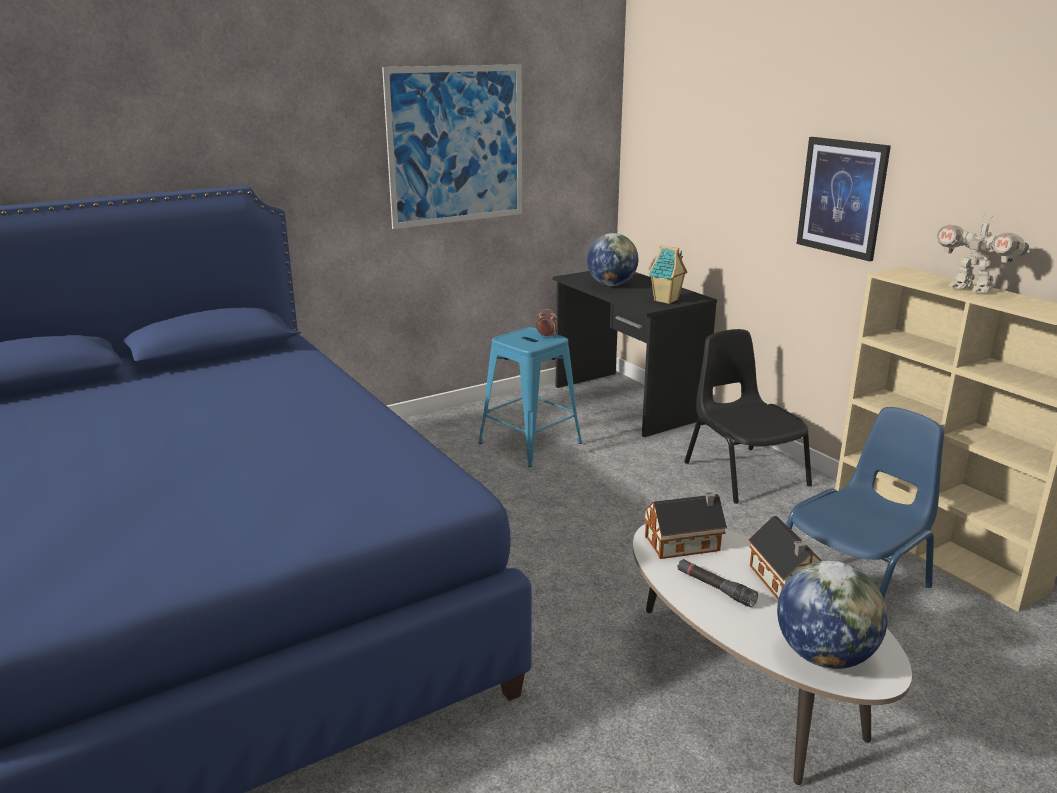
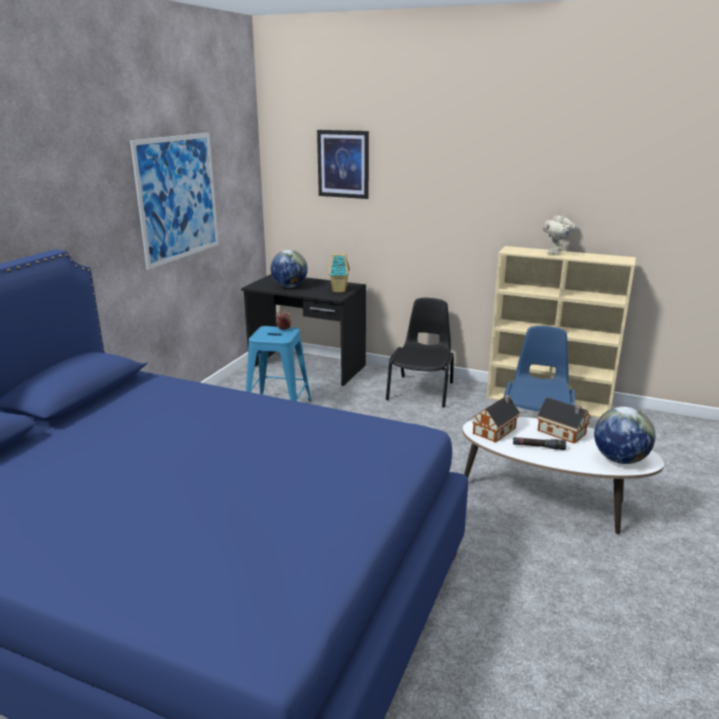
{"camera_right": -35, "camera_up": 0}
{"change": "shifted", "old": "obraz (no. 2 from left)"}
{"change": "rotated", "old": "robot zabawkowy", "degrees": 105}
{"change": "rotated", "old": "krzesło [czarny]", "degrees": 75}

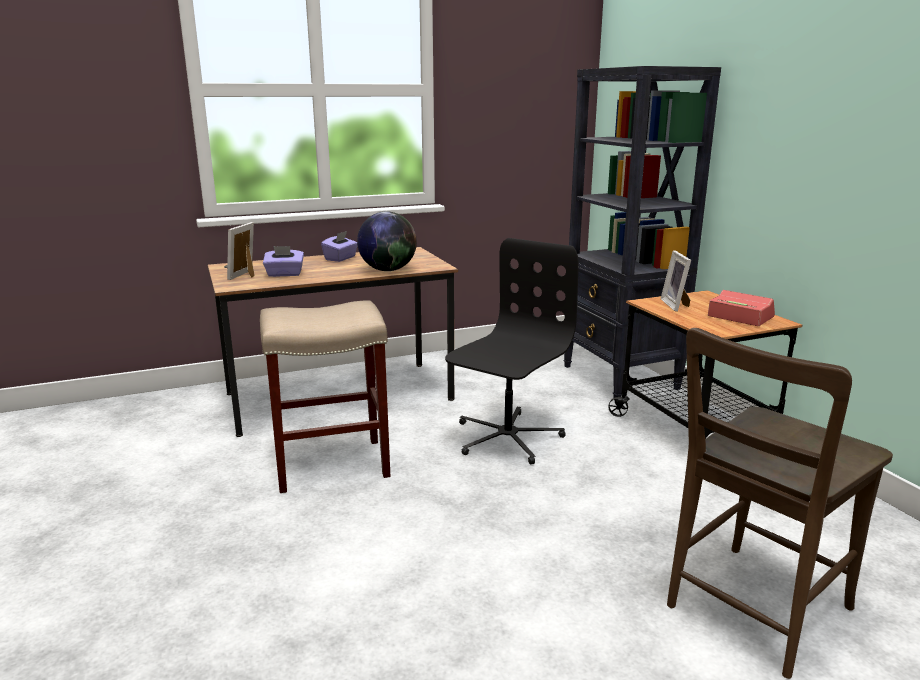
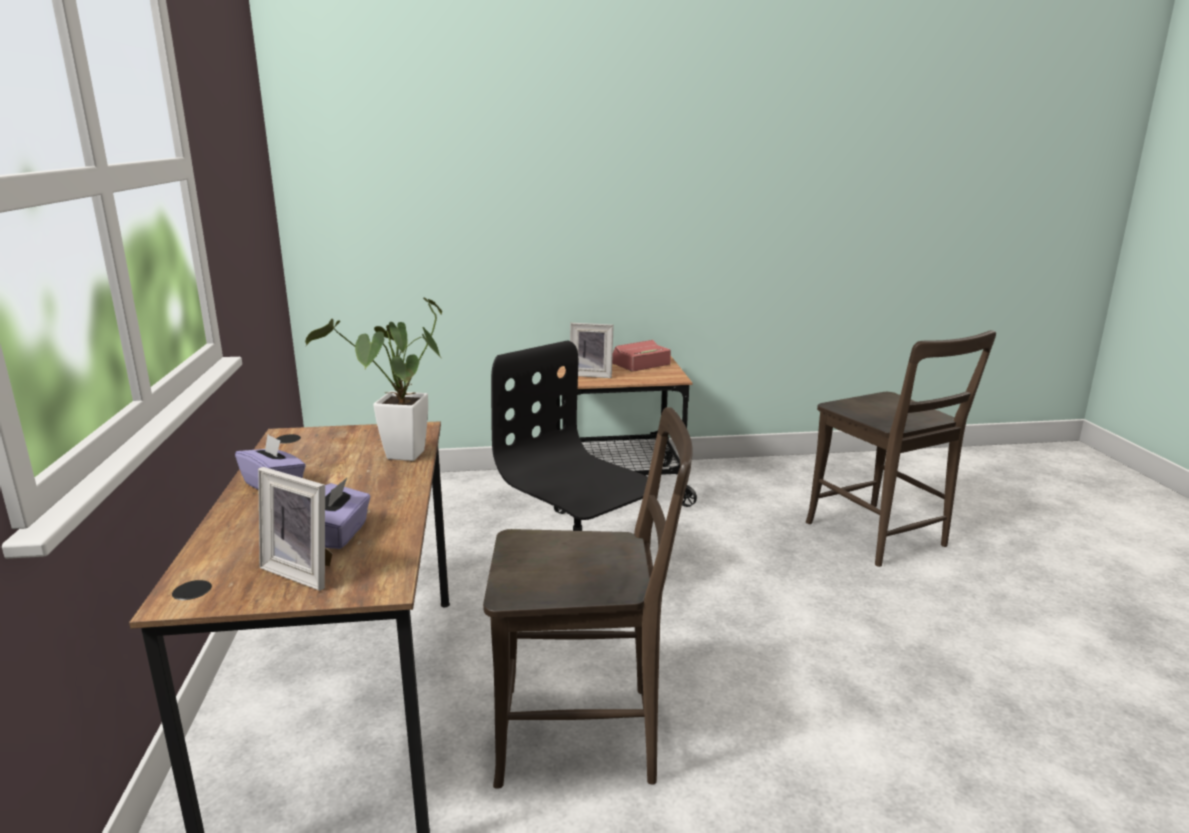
{"camera_right": -75, "camera_up": 0}
{"change": "gone", "old": "regał [czarny]"}
{"change": "swapped", "old": "globus", "new": "roślina doniczkowa"}
{"change": "swapped", "old": "stołek [beżowy]", "new": "krzesło [brązowy] (no. 1 from left)"}

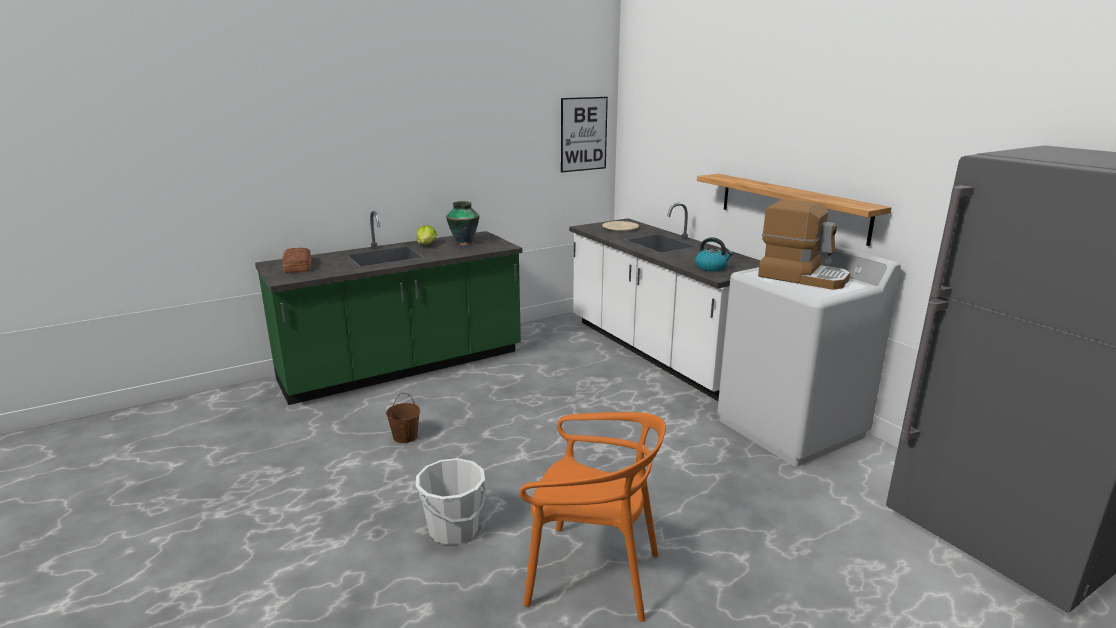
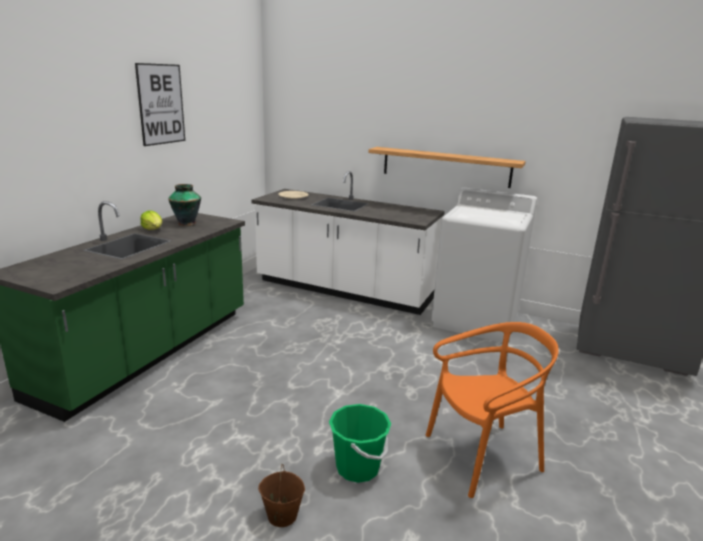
{"camera_right": -35, "camera_up": 0}
{"change": "shifted", "old": "obraz"}
{"change": "gone", "old": "ekspres do kawy"}
{"change": "gone", "old": "czajnik"}
{"change": "gone", "old": "chleb"}
{"change": "shifted", "old": "wiadro [brązowy]"}
{"change": "repainted", "old": "wiadro [biały]", "new": "wiadro [zielony]"}

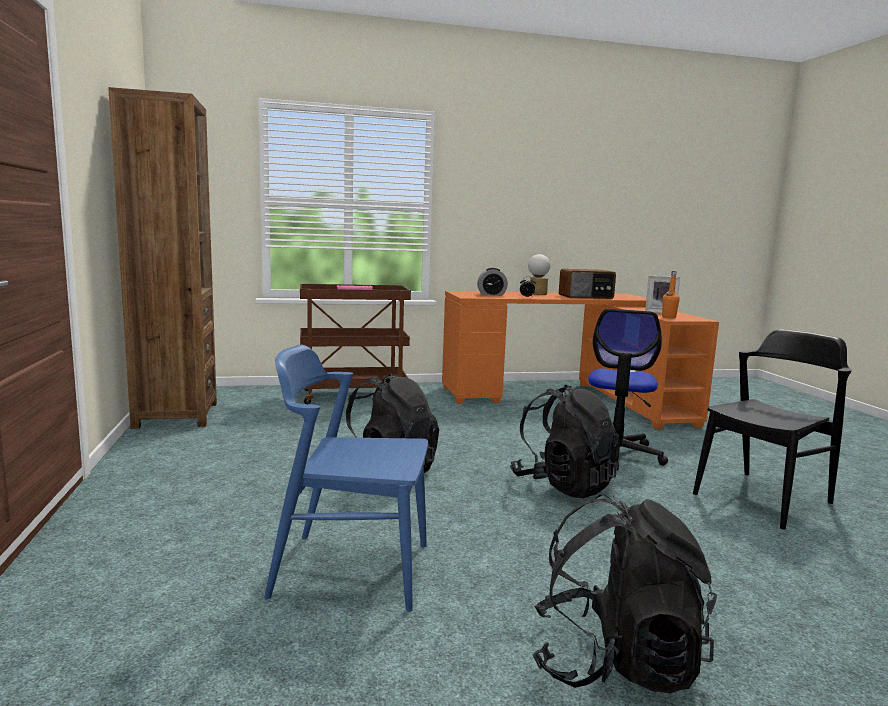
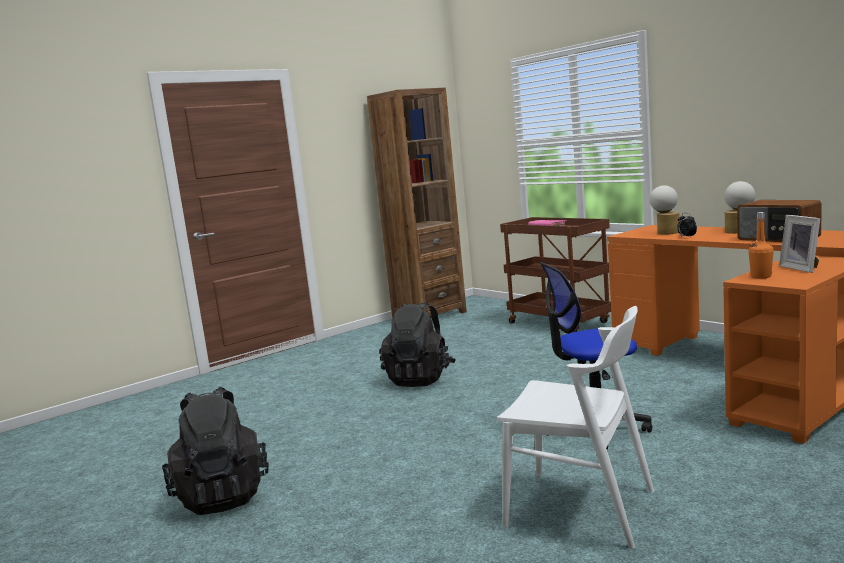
{"camera_right": 65, "camera_up": 0}
{"change": "swapped", "old": "budzik (no. 1 from left)", "new": "lampa stołowa (no. 1 from left)"}
{"change": "repainted", "old": "krzesło [czarny]", "new": "krzesło [biały]"}
{"change": "gone", "old": "krzesło [niebieski]"}
{"change": "gone", "old": "plecak [czarny] (no. 2 from left)"}

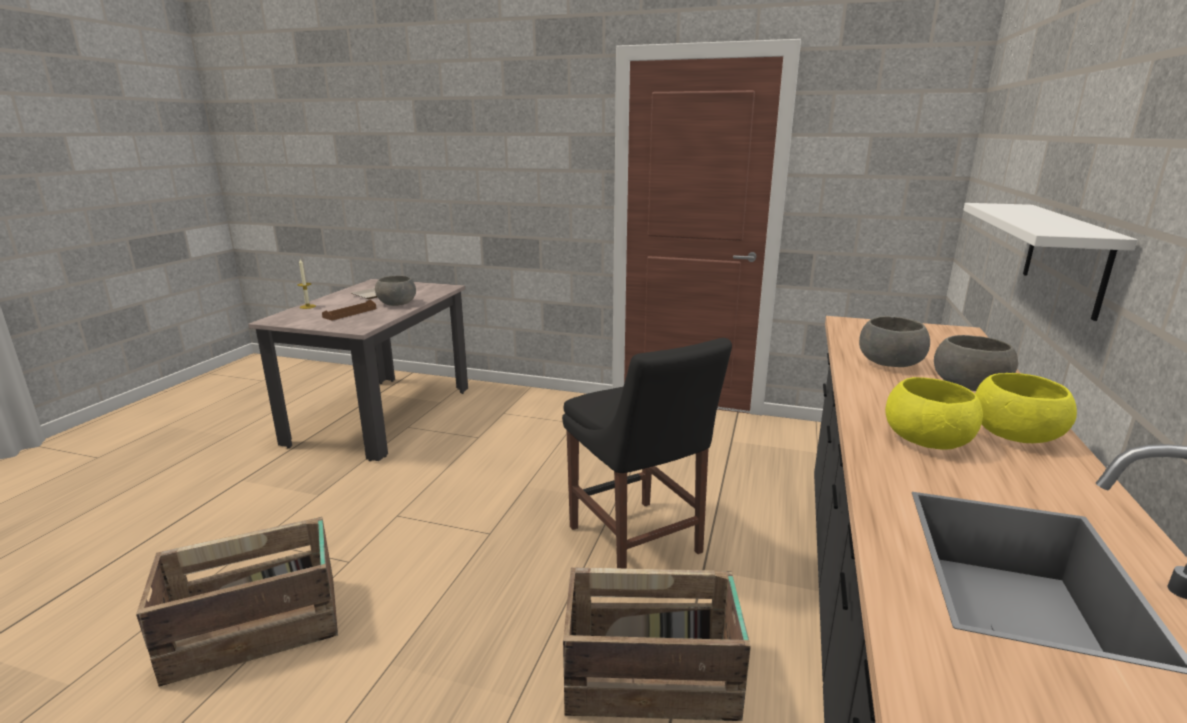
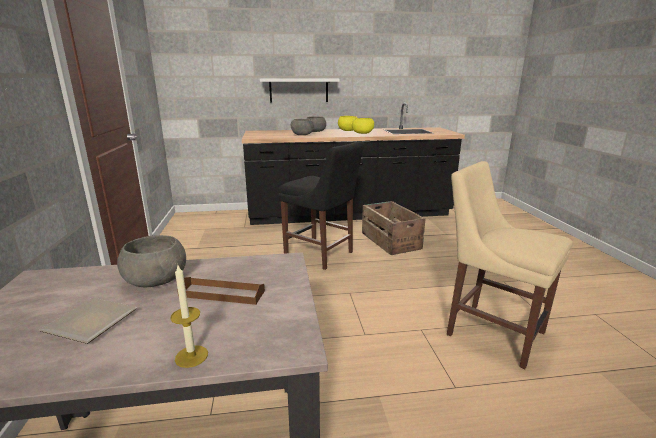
{"camera_right": -115, "camera_up": 0}
{"change": "rotated", "old": "krzesło [czarny]", "degrees": 90}
{"change": "swapped", "old": "skrzynka (no. 1 from left)", "new": "krzesło [beżowy]"}

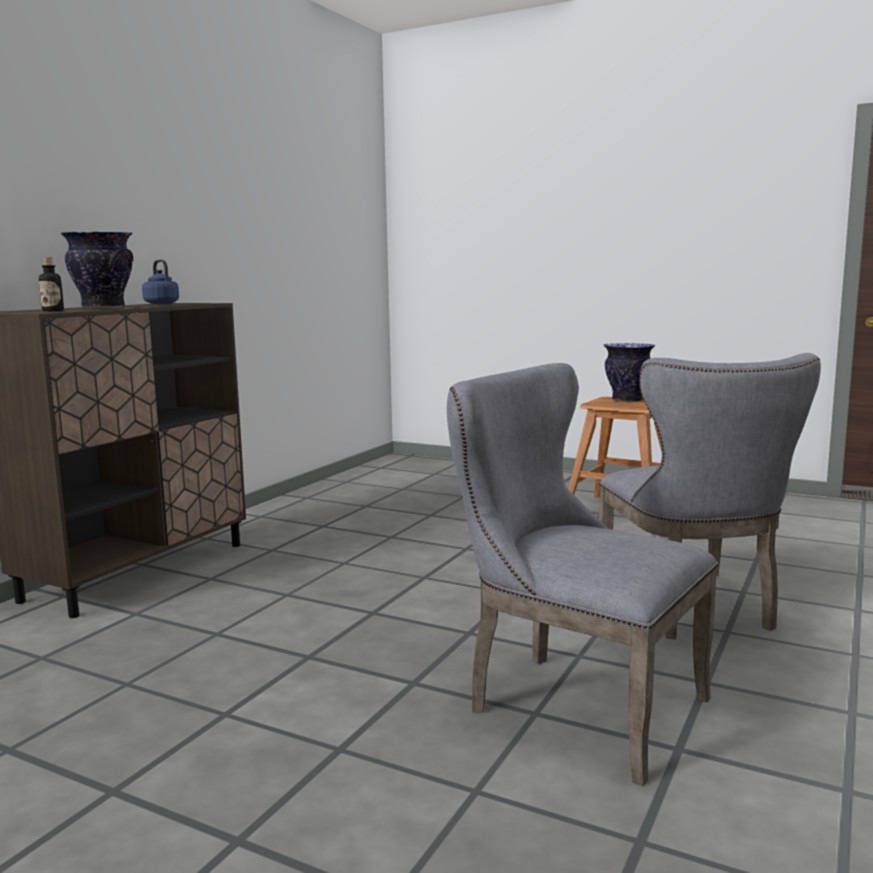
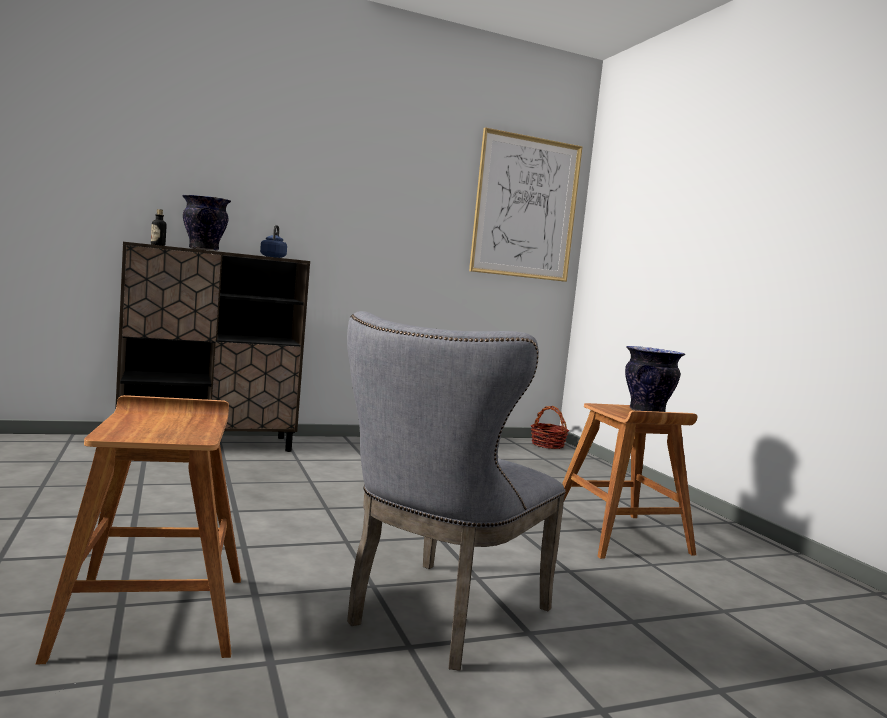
{"camera_right": 40, "camera_up": -5}
{"change": "swapped", "old": "krzesło [szary] (no. 1 from left)", "new": "stołek [brązowy] (no. 1 from left)"}
{"change": "new", "new": "obraz"}
{"change": "new", "new": "koszyk"}

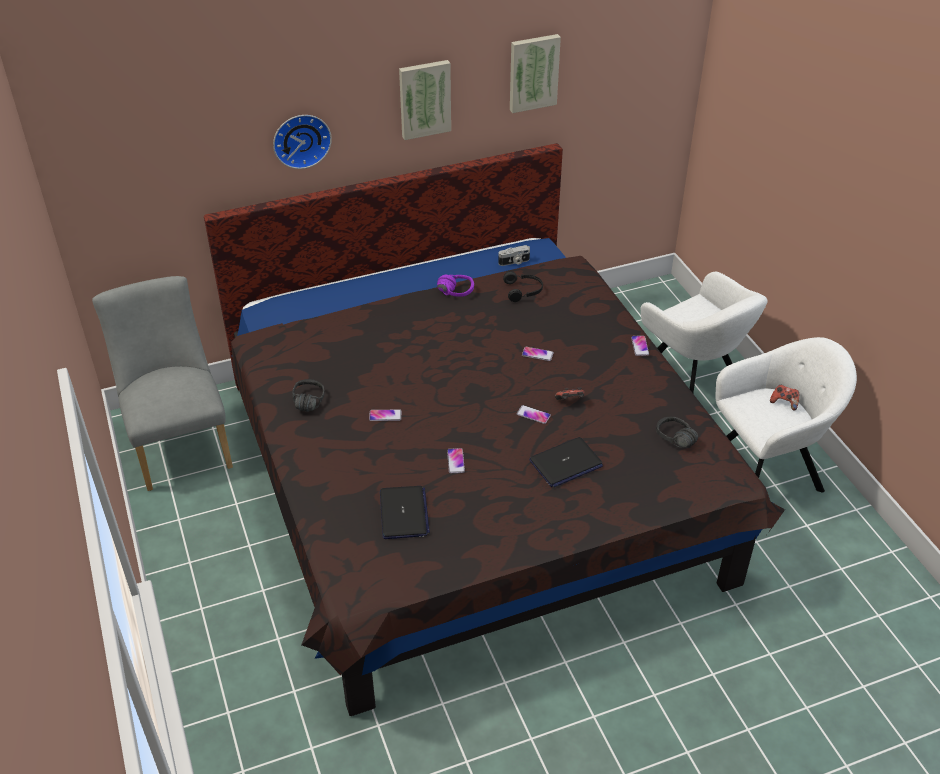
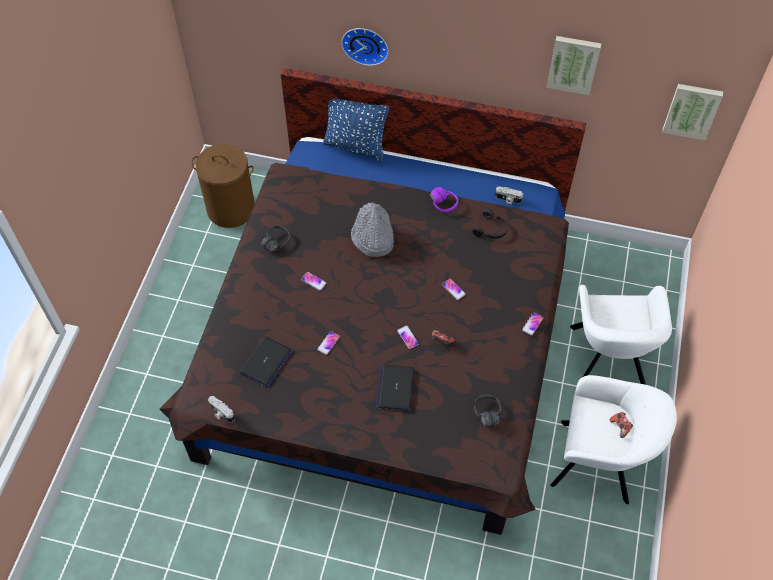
{"camera_right": 35, "camera_up": 15}
{"change": "shifted", "old": "obraz (no. 1 from left in the first image)", "new": "obraz (no. 2 from left)"}
{"change": "swapped", "old": "krzesło [szary]", "new": "kosz na pranie [brązowy]"}
{"change": "rotated", "old": "laptop (no. 2 from left)", "degrees": 90}
{"change": "new", "new": "poduszka [niebieski]"}
{"change": "new", "new": "kapelusz [szary]"}
{"change": "new", "new": "aparat fotograficzny (no. 1 from left)"}

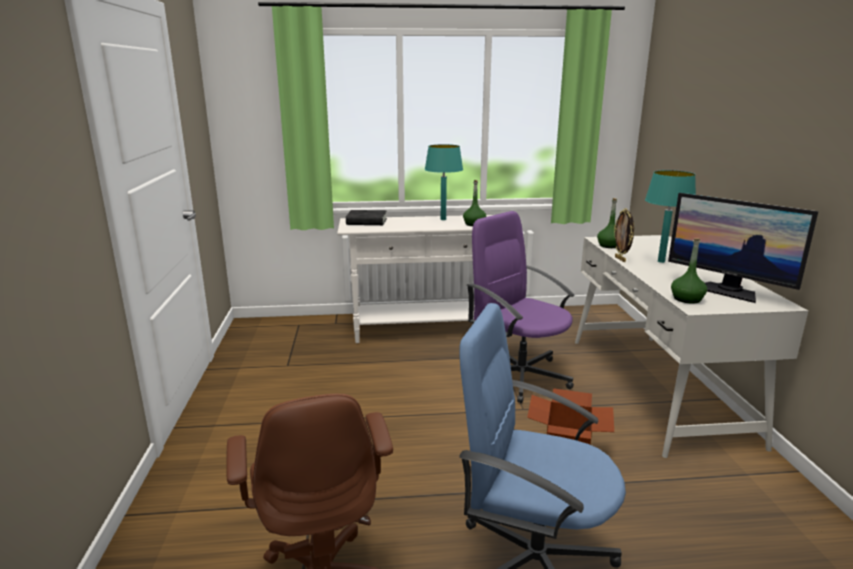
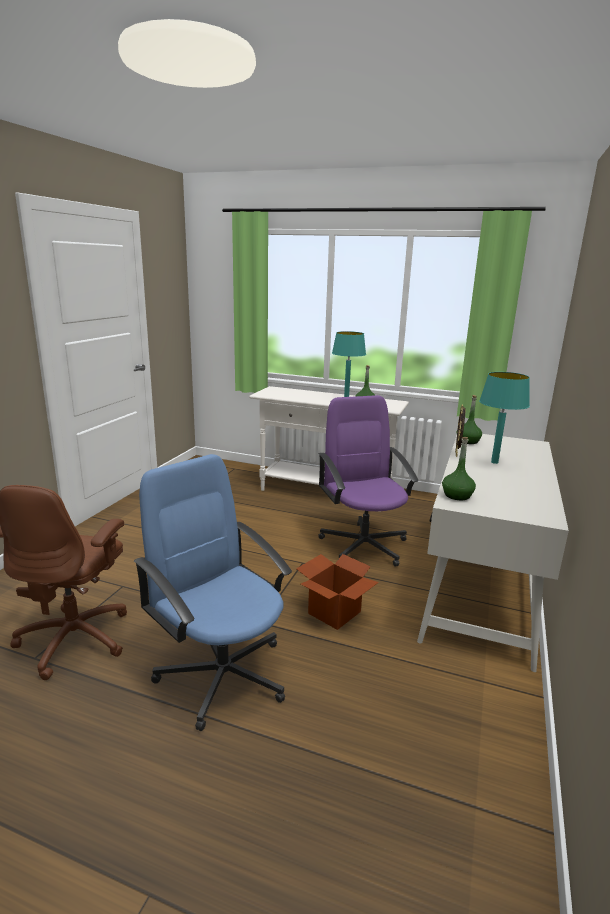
{"camera_right": 25, "camera_up": 0}
{"change": "gone", "old": "monitor"}
{"change": "gone", "old": "książka [czarny]"}

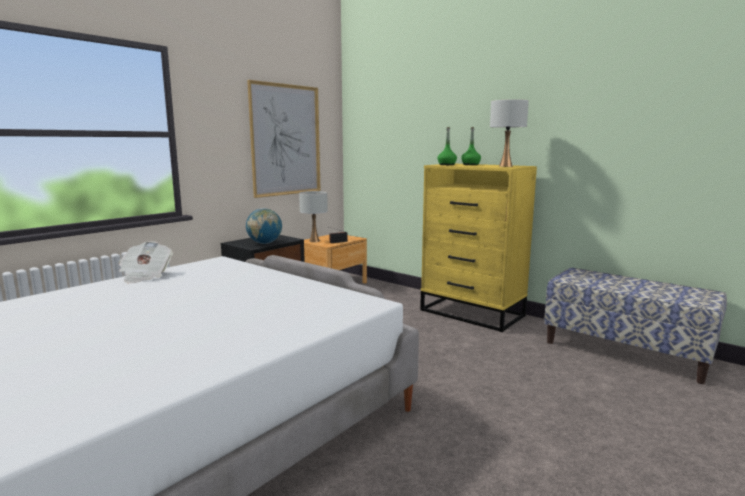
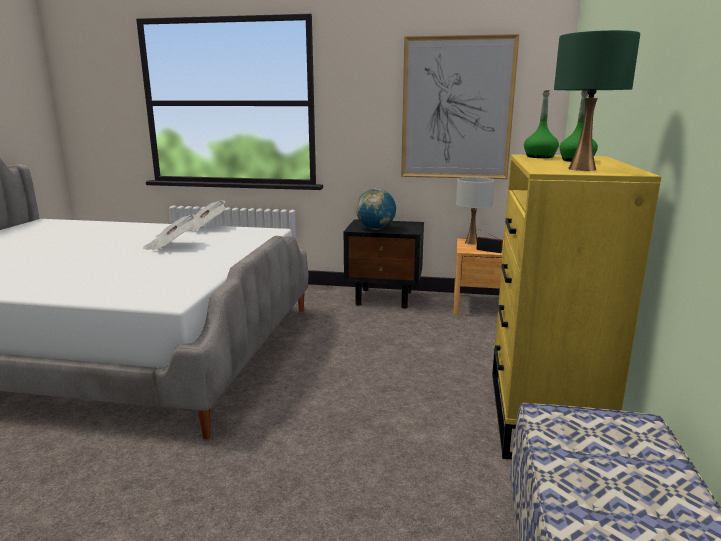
{"camera_right": 60, "camera_up": 5}
{"change": "repainted", "old": "lampa stołowa [biały] (no. 2 from left)", "new": "lampa stołowa [zielony]"}
{"change": "new", "new": "gazeta (no. 1 from left)"}

